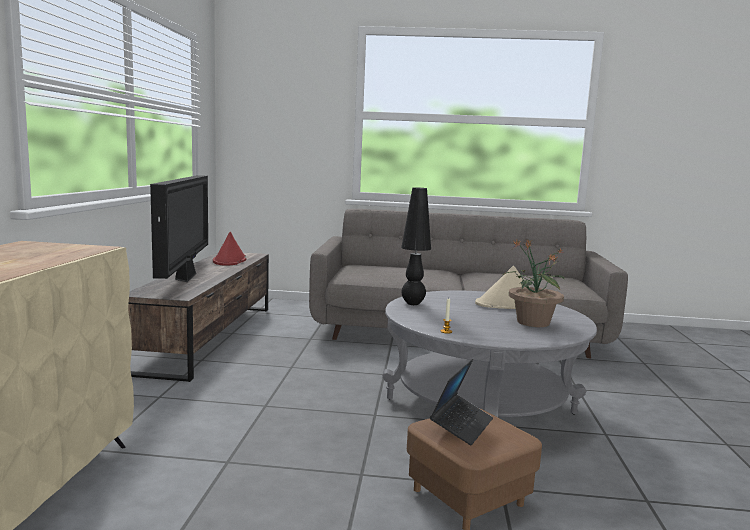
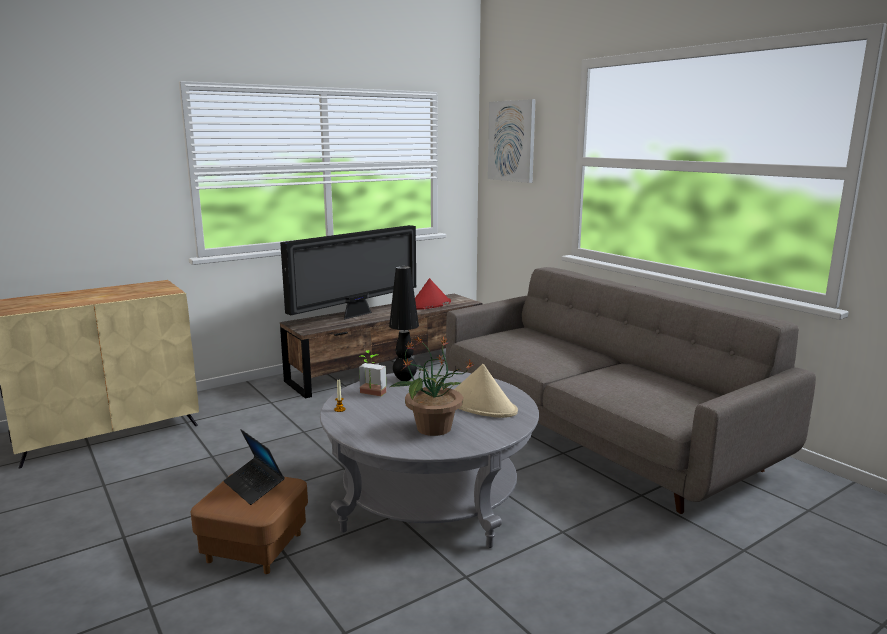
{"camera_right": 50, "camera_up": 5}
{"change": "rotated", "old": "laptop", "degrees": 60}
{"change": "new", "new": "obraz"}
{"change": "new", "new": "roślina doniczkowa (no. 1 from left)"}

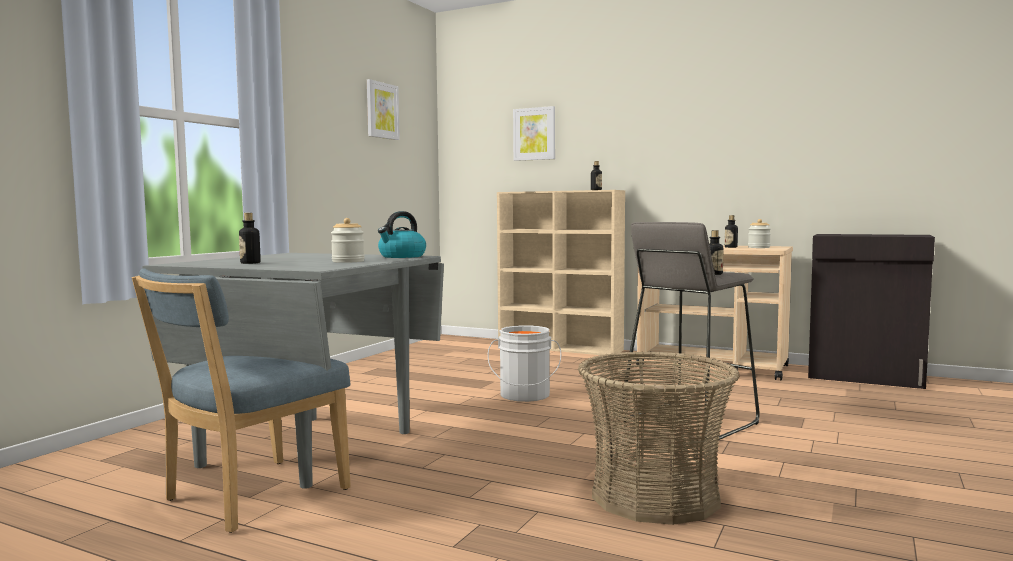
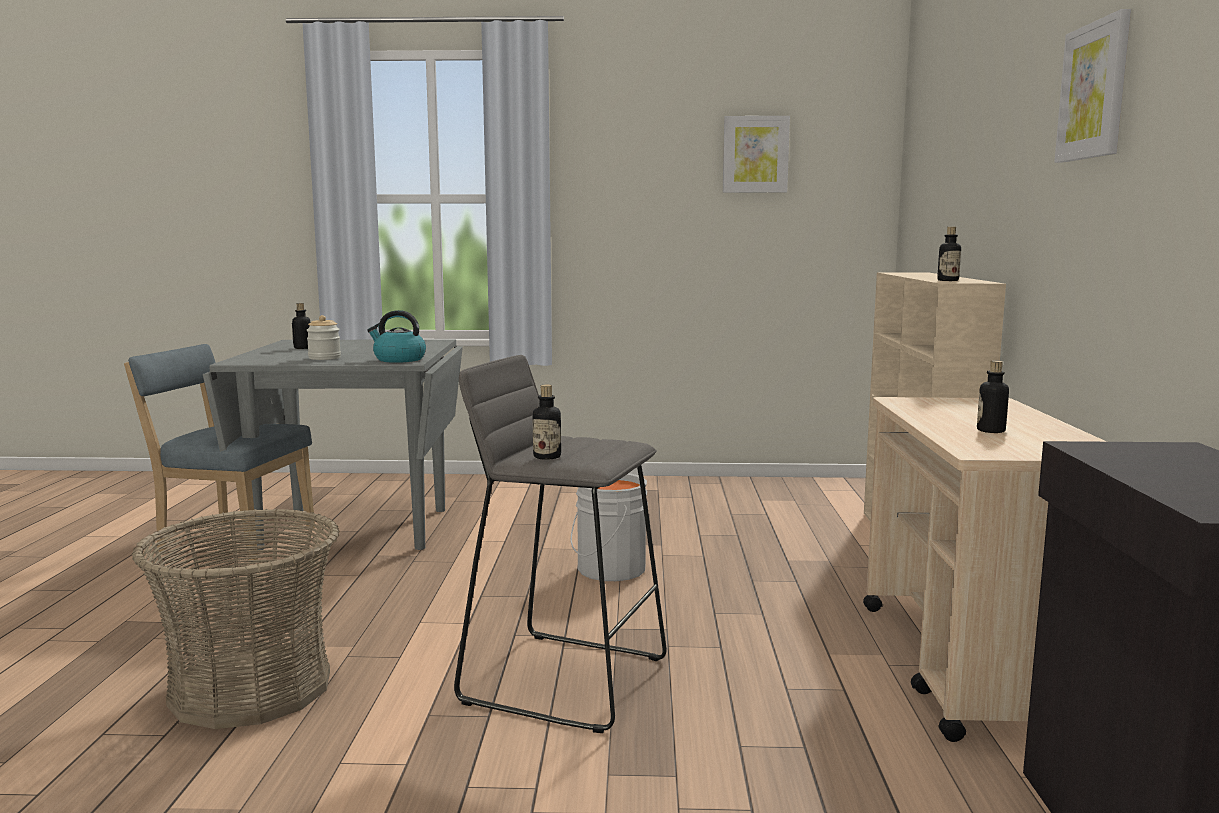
{"camera_right": 65, "camera_up": 5}
{"change": "shifted", "old": "obraz (no. 2 from left)"}
{"change": "gone", "old": "słoik (no. 2 from left)"}

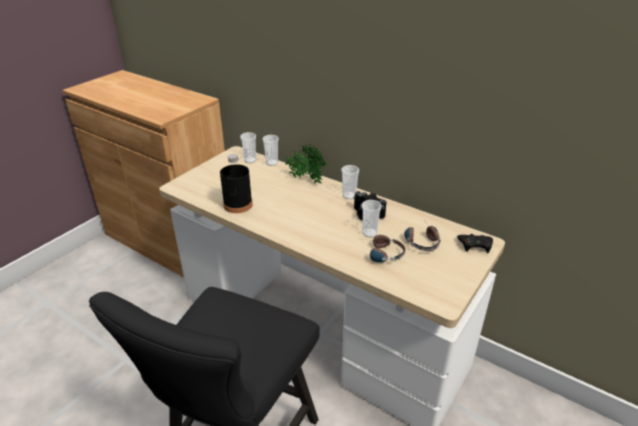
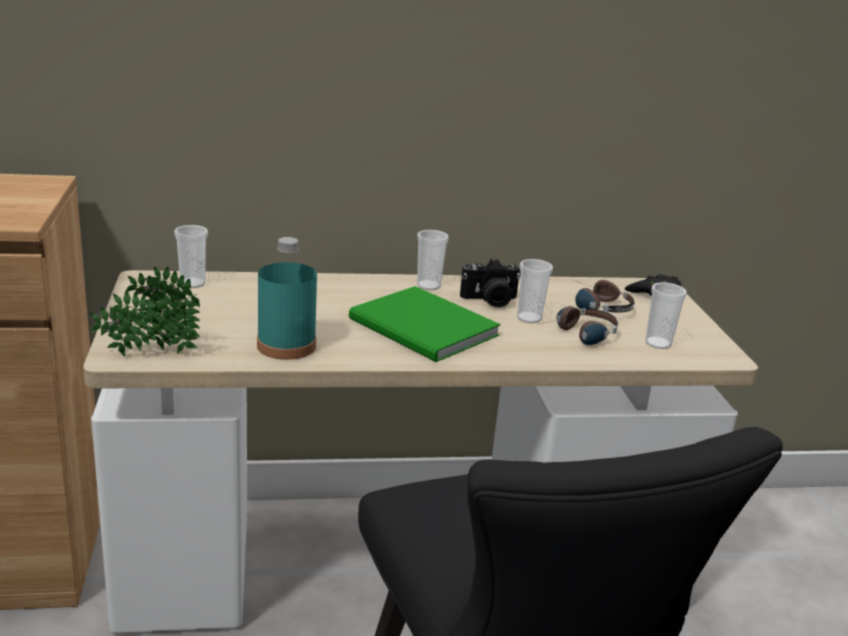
{"camera_right": -45, "camera_up": -10}
{"change": "shifted", "old": "filiżanka (no. 2 from left in the first image)", "new": "filiżanka (no. 4 from left)"}
{"change": "shifted", "old": "roślina doniczkowa"}
{"change": "repainted", "old": "butelka [czarny]", "new": "butelka [turkusowy]"}
{"change": "new", "new": "książka [zielony]"}

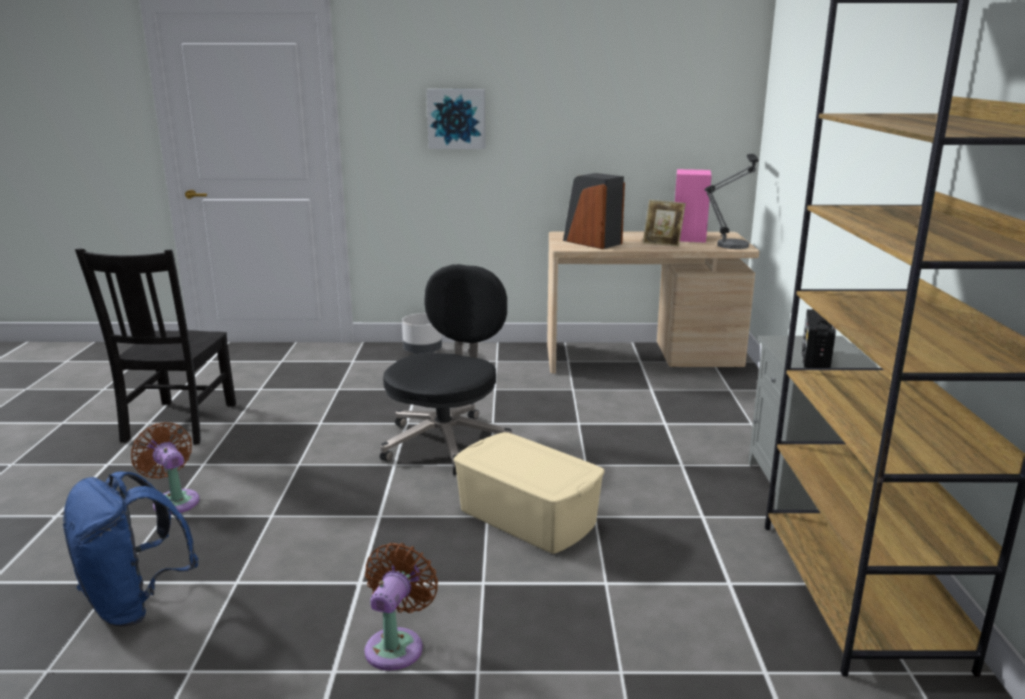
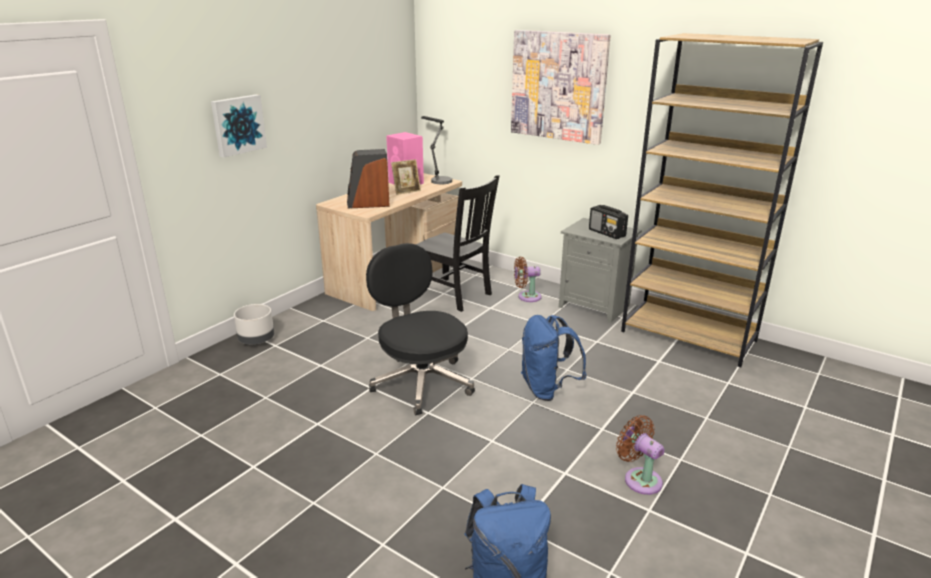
{"camera_right": -55, "camera_up": 5}
{"change": "shifted", "old": "krzesło [czarny]"}
{"change": "shifted", "old": "wentylator [brązowy] (no. 1 from left)"}
{"change": "swapped", "old": "pojemnik do przechowywania [beżowy]", "new": "plecak [niebieski] (no. 2 from left)"}
{"change": "new", "new": "obraz (no. 2 from left)"}

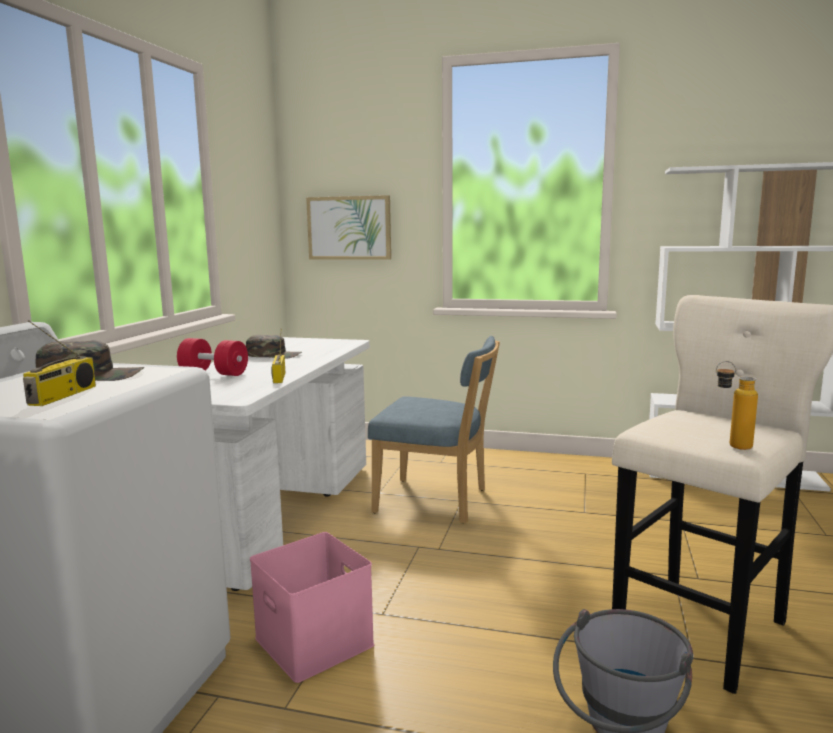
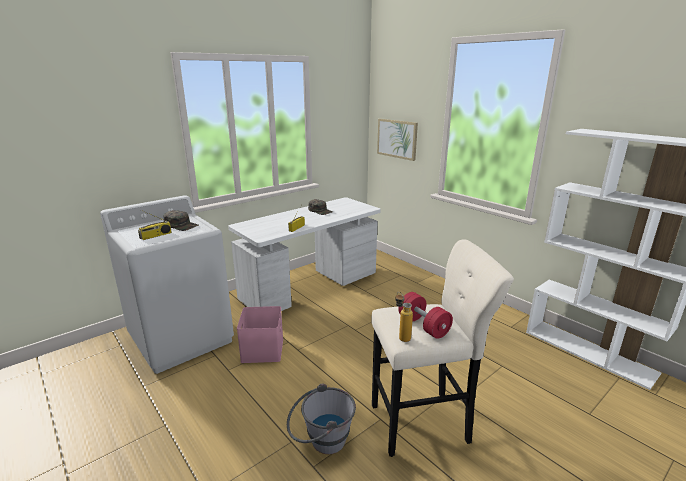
{"camera_right": 35, "camera_up": 10}
{"change": "gone", "old": "krzesło [niebieski]"}
{"change": "shifted", "old": "hantel [czerwony]"}

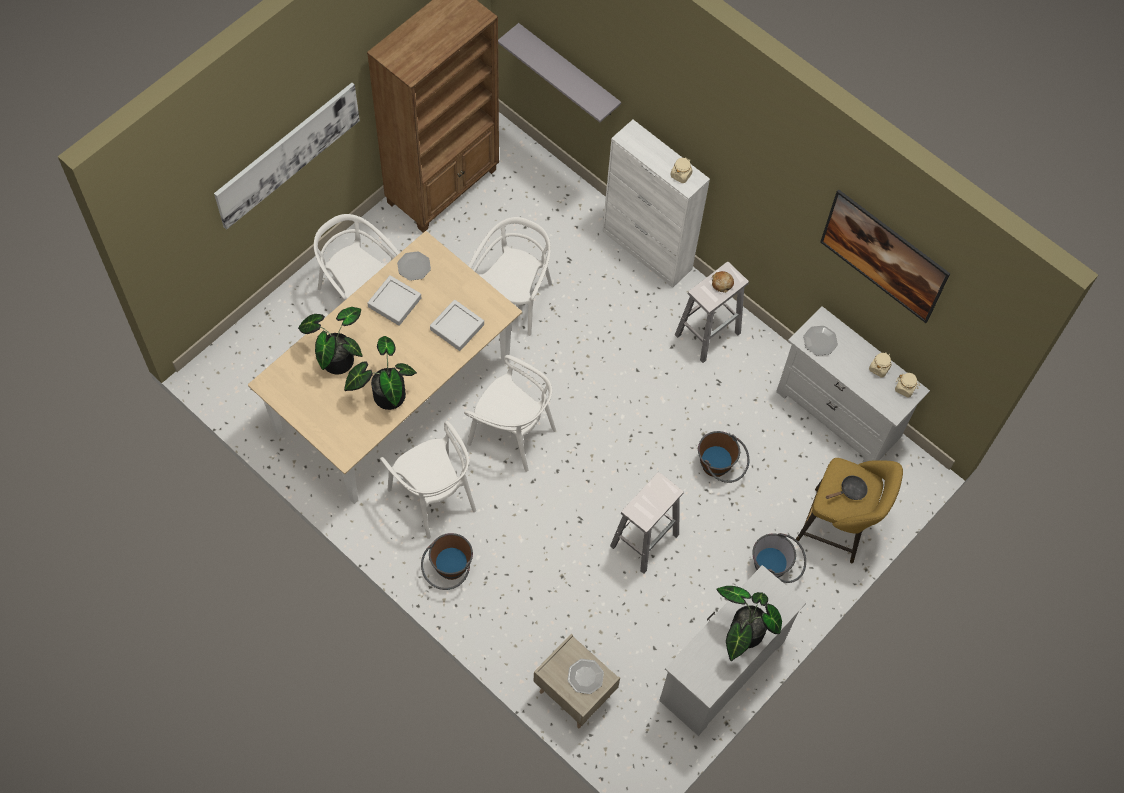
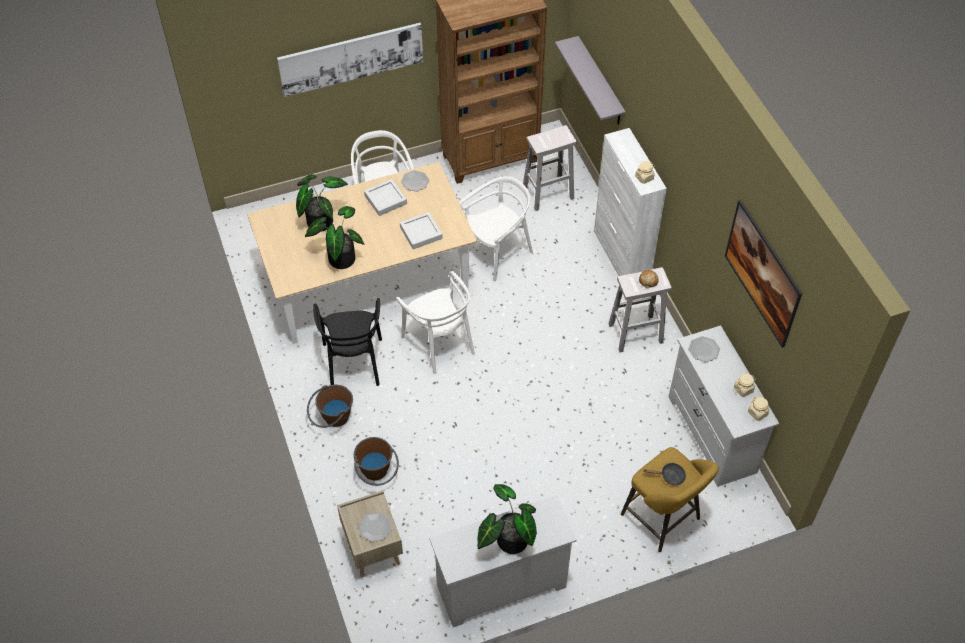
{"camera_right": 30, "camera_up": -10}
{"change": "repainted", "old": "krzesło [biały] (no. 2 from left)", "new": "krzesło [czarny]"}
{"change": "shifted", "old": "wiadro [brązowy] (no. 2 from left)"}
{"change": "shifted", "old": "stołek [biały] (no. 1 from left)"}
{"change": "gone", "old": "wiadro [szary]"}

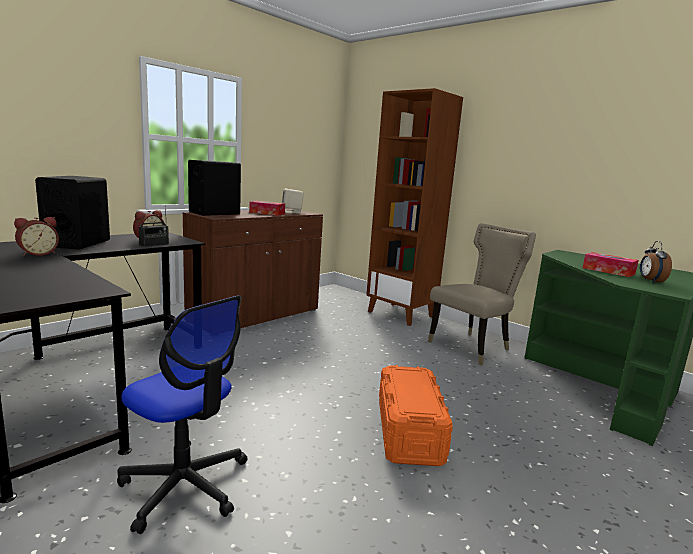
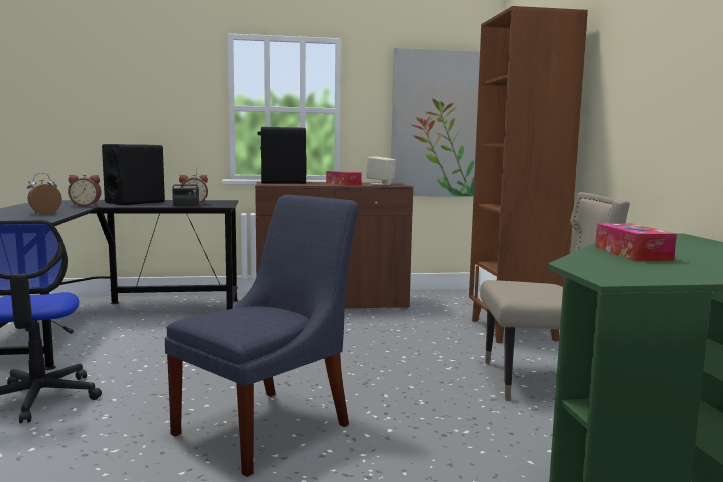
{"camera_right": 40, "camera_up": -5}
{"change": "shifted", "old": "budzik (no. 3 from left in the first image)", "new": "budzik (no. 1 from left)"}
{"change": "swapped", "old": "pojemnik do przechowywania [pomarańczowy]", "new": "krzesło [niebieski]"}
{"change": "new", "new": "obraz"}

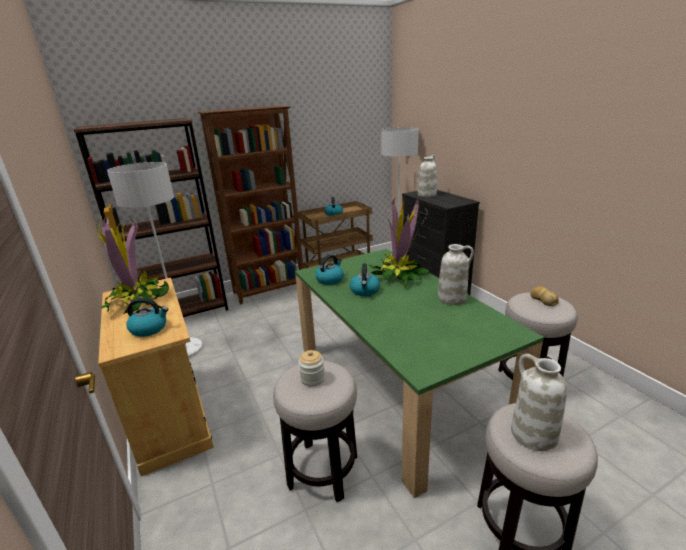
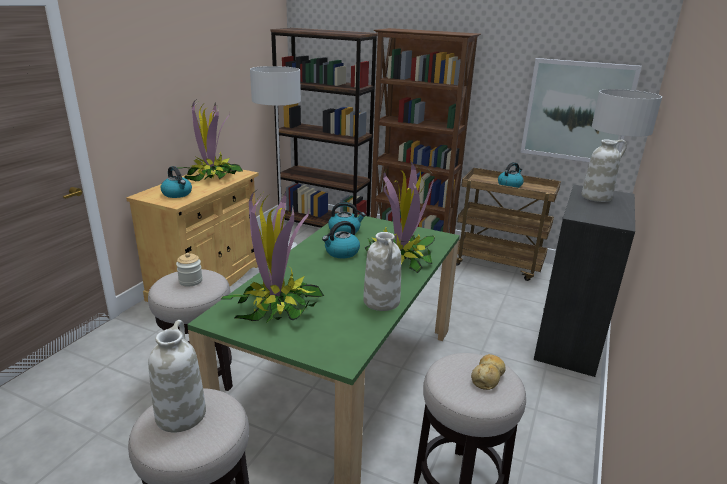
{"camera_right": 50, "camera_up": 0}
{"change": "new", "new": "obraz"}
{"change": "new", "new": "roślina doniczkowa (no. 2 from left)"}

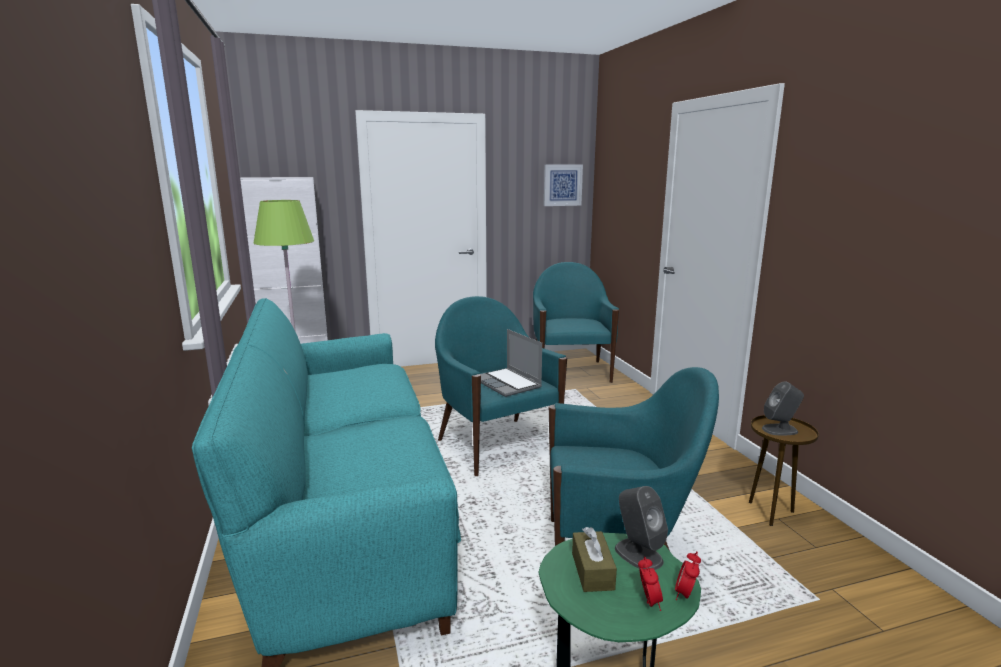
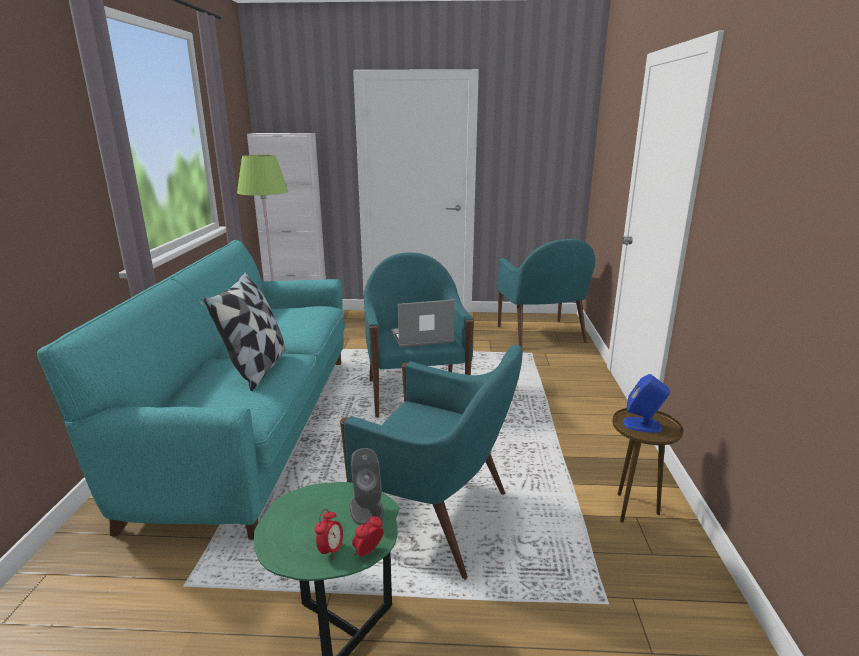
{"camera_right": 20, "camera_up": 5}
{"change": "gone", "old": "obraz"}
{"change": "rotated", "old": "fotel [turkusowy] (no. 2 from left in the first image)", "degrees": 150}
{"change": "rotated", "old": "laptop", "degrees": 90}
{"change": "repainted", "old": "głośnik [szary] (no. 2 from left)", "new": "głośnik [niebieski]"}
{"change": "gone", "old": "pudełko chusteczek [brązowy]"}
{"change": "new", "new": "poduszka"}

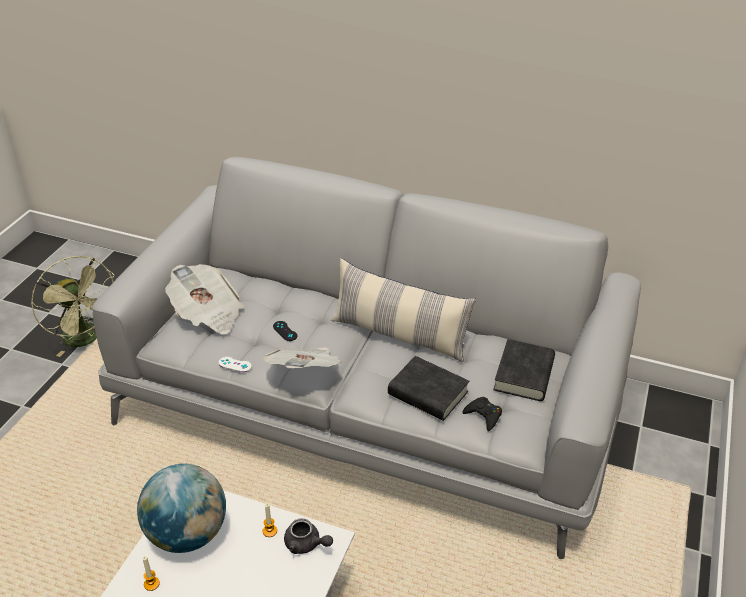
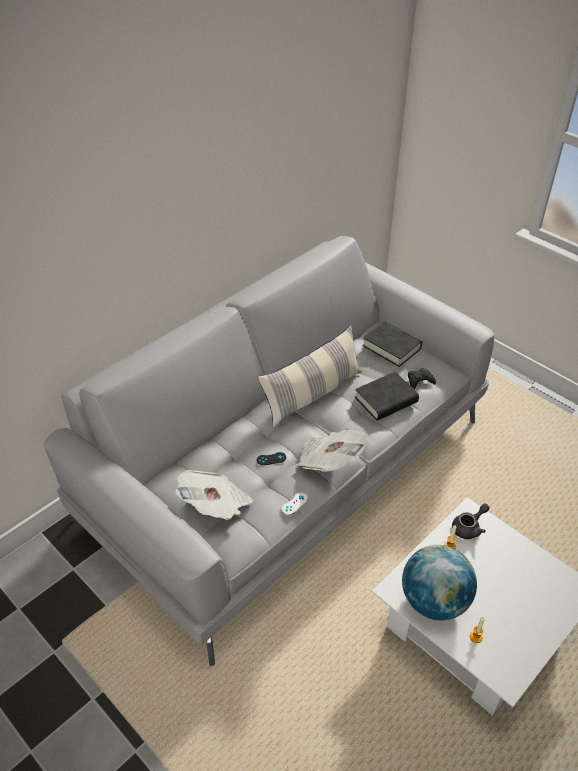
{"camera_right": -65, "camera_up": 5}
{"change": "gone", "old": "wentylator [zielony]"}

